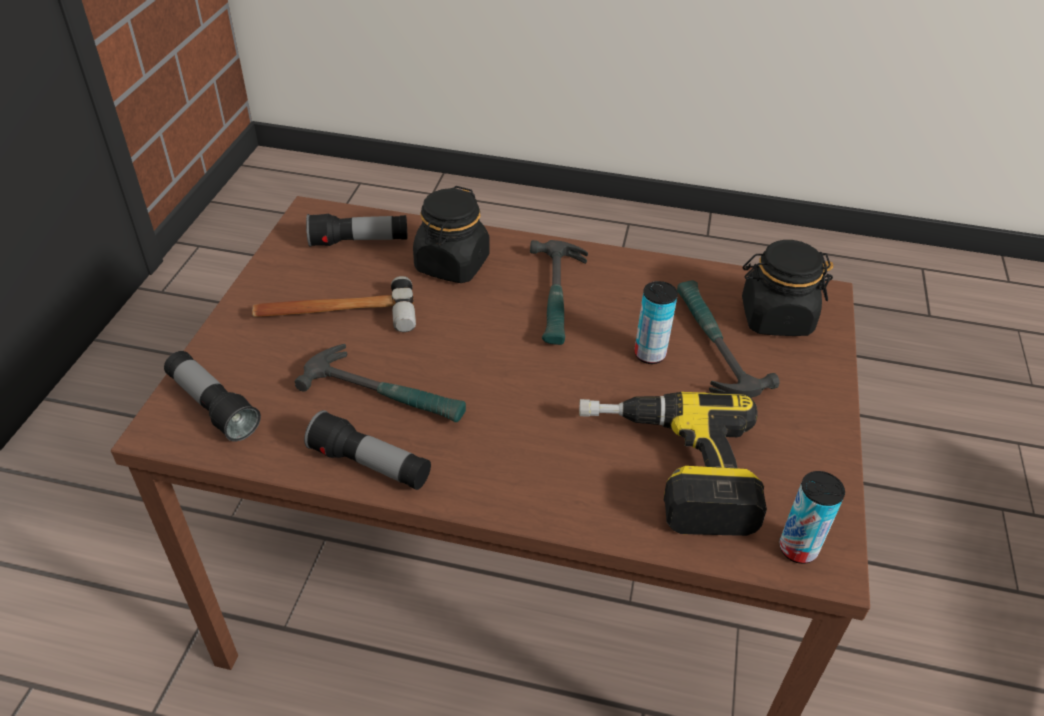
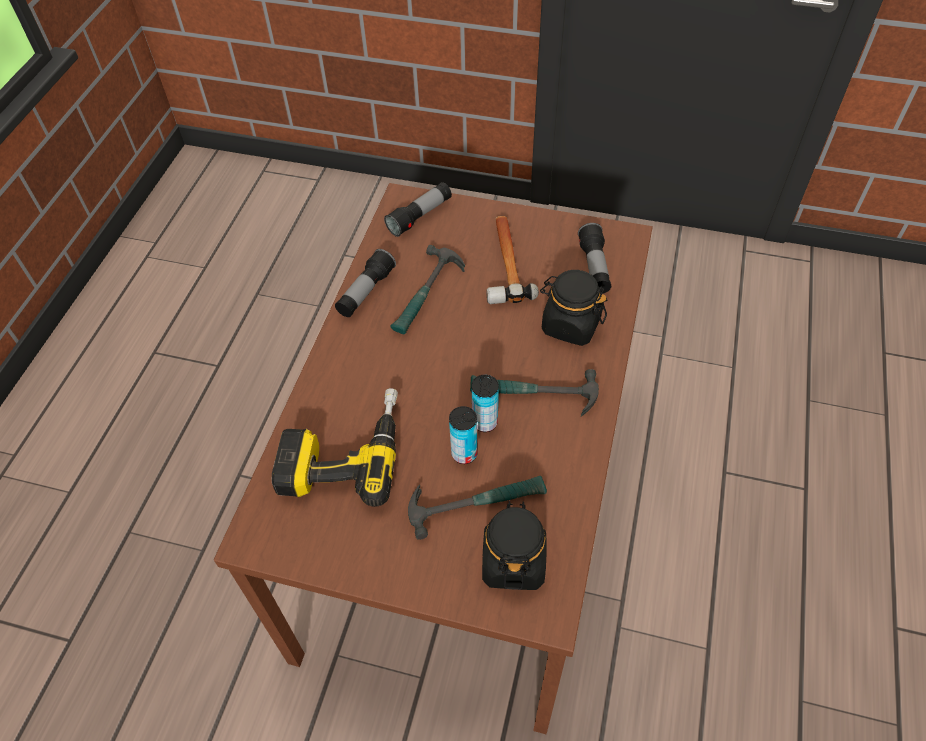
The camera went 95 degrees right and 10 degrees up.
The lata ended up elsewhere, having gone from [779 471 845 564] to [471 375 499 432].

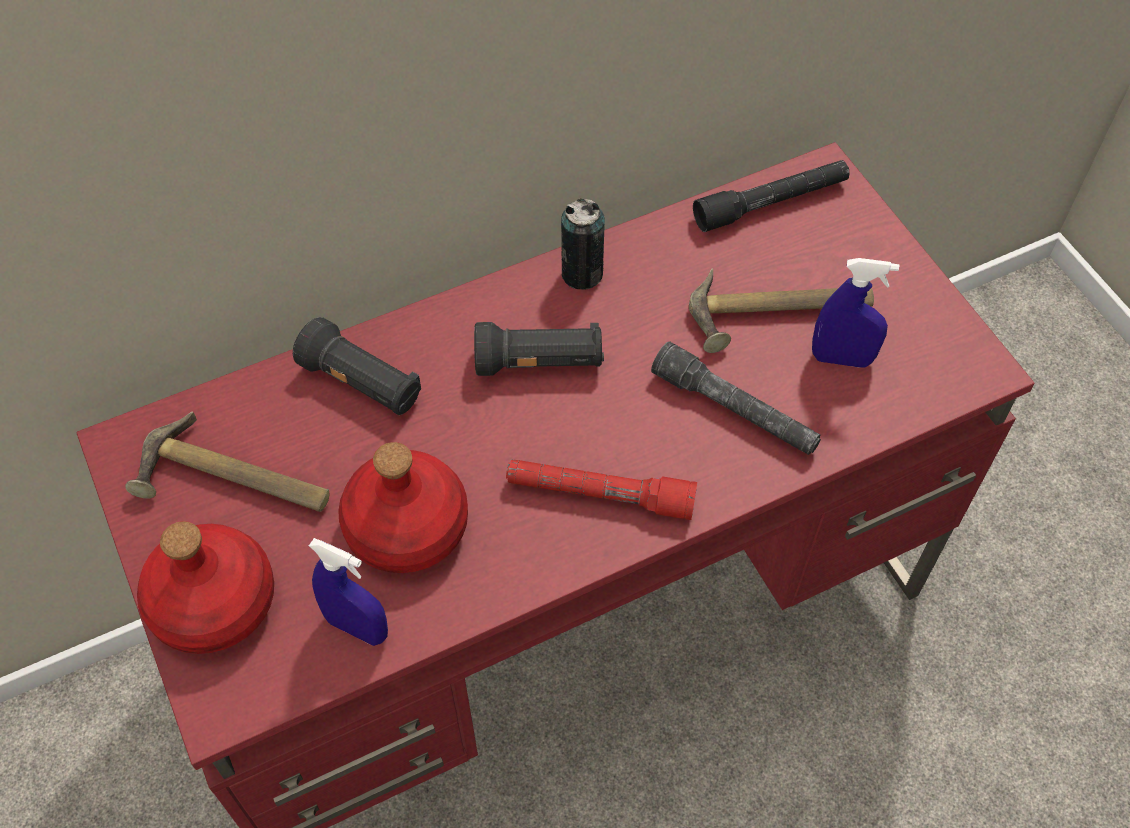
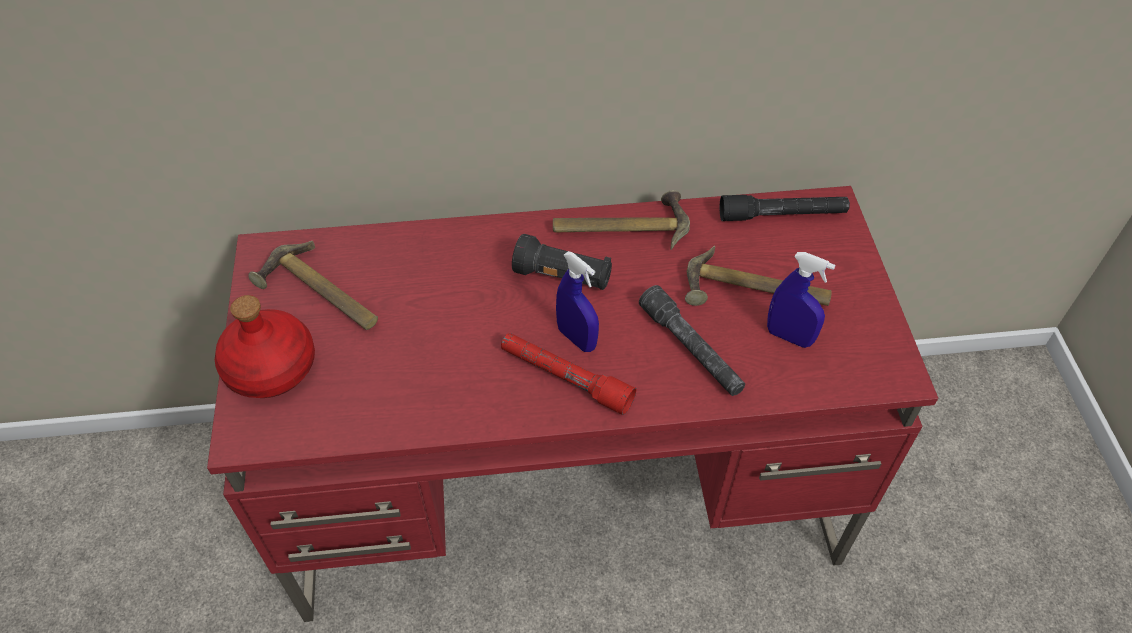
The camera went 20 degrees right and 5 degrees down.
Where the lata stood at [561 198 605 290], the martillo came to stand at [553 190 690 250].
The pulverizador/azul ended up elsewhere, having gone from [309 538 388 646] to [556 251 599 352].
The second view lost the linterna/negro at [293 317 421 415].
The second view lost the botella/rojo at [338 442 468 573].

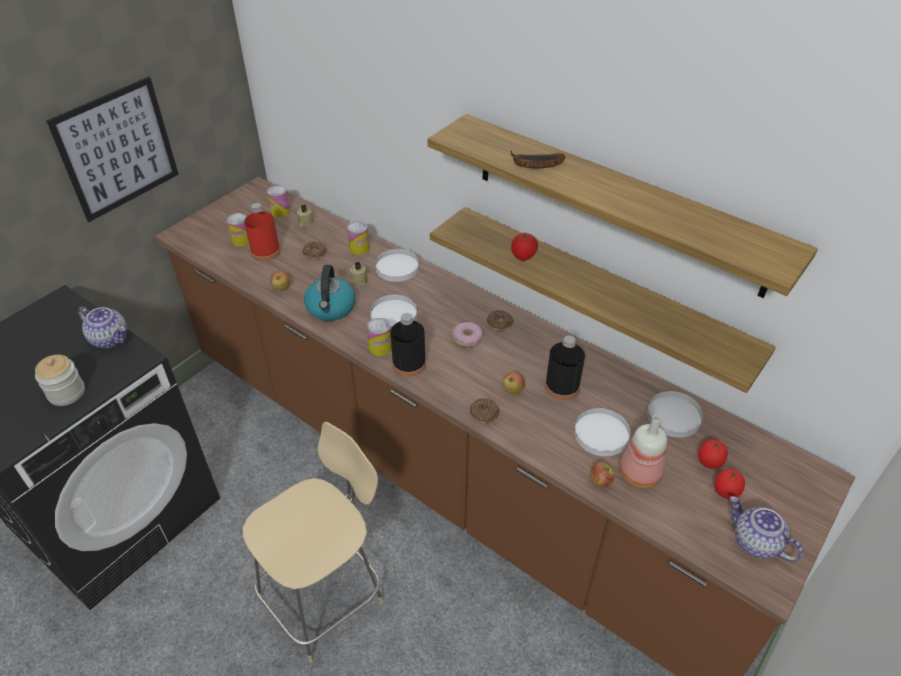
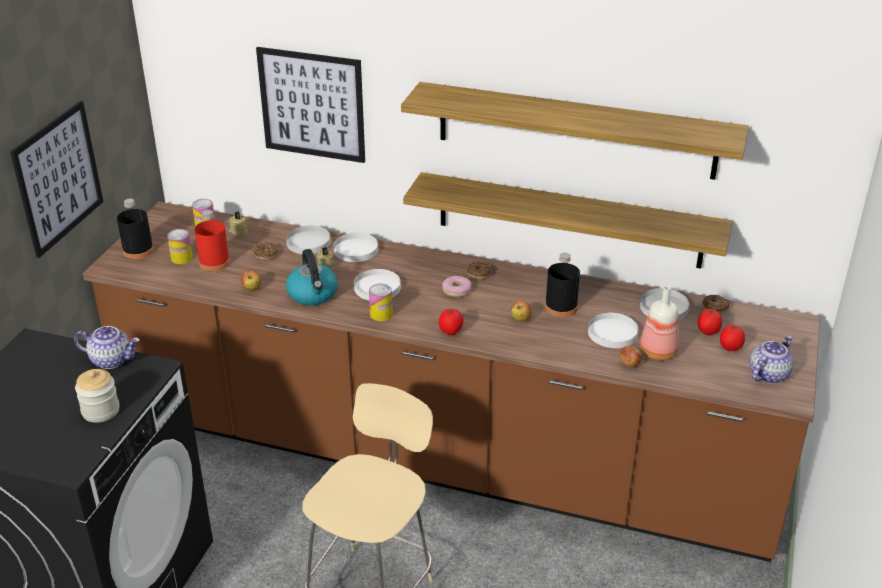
The camera went 20 degrees left and 10 degrees down.
The botella/negro ended up elsewhere, having gone from [390 313 426 377] to [117 199 154 259].
The second view gained the cuadro at [256 47 365 163].
Where the lata stood at [347 221 369 255], the plato/blanco came to stand at [286 226 331 254].
The tomate ended up elsewhere, having gone from [511 233 538 261] to [439 309 464 335].
The rosquilla ended up elsewhere, having gone from [470 398 499 423] to [702 295 729 313].
The tetera at [730 496 803 562] ended up facing another way, 105 degrees clockwise from before.
The second view lost the plátano at [511 150 565 168].

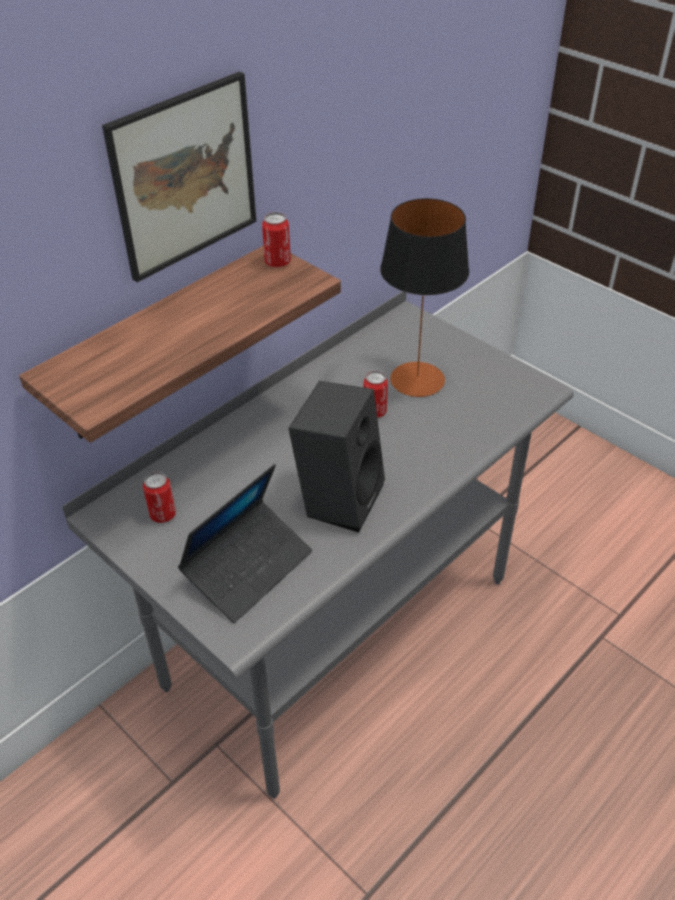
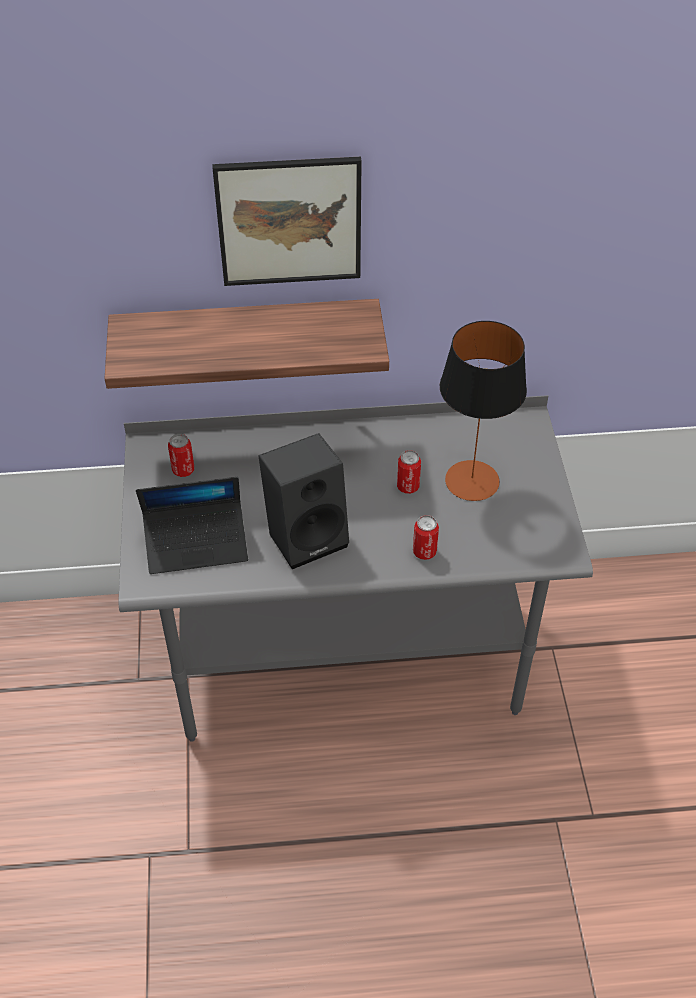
The camera went 40 degrees right and 5 degrees up.
The lata ended up elsewhere, having gone from [262 212 291 267] to [413 515 439 560].

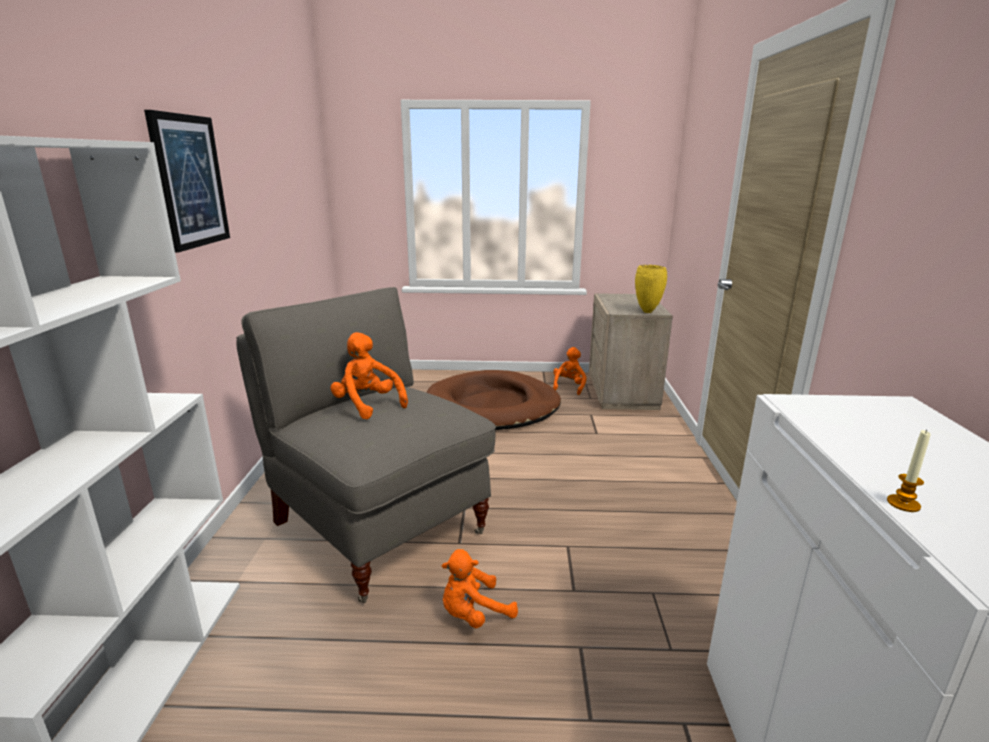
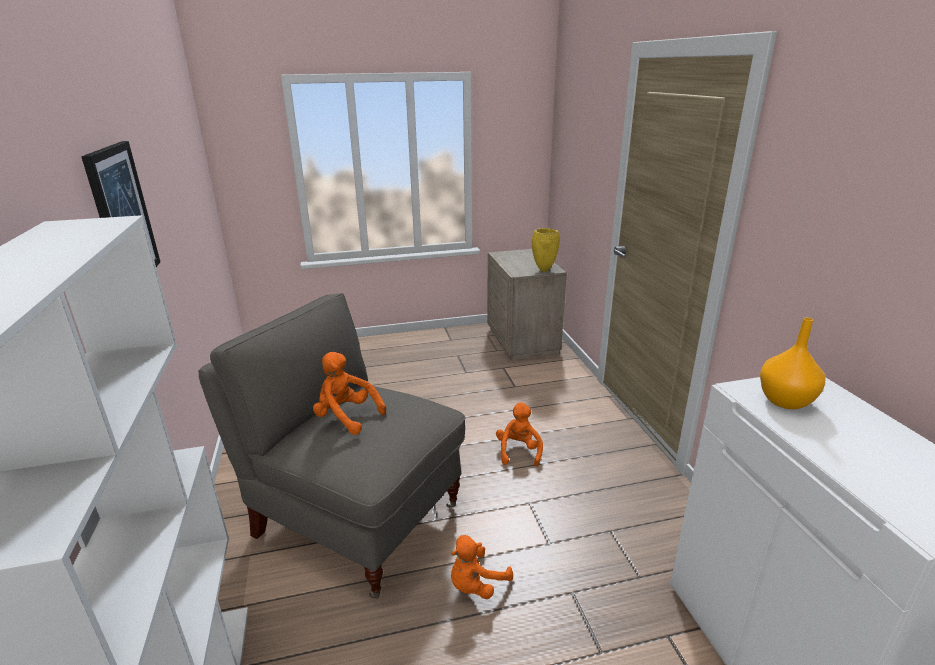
The camera went 15 degrees left and 5 degrees up.
The peluche/naranja ended up elsewhere, having gone from [553 347 586 395] to [496 402 543 467].
The second view gained the florero/naranja at [760 318 825 409].
The second view lost the cama para perro/marrón at [427 370 561 430].
The second view lost the vela at [887 429 931 512].

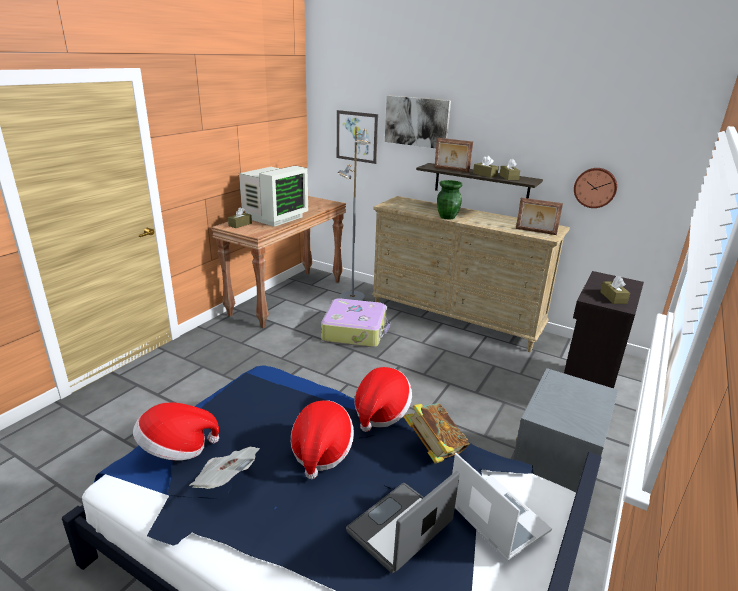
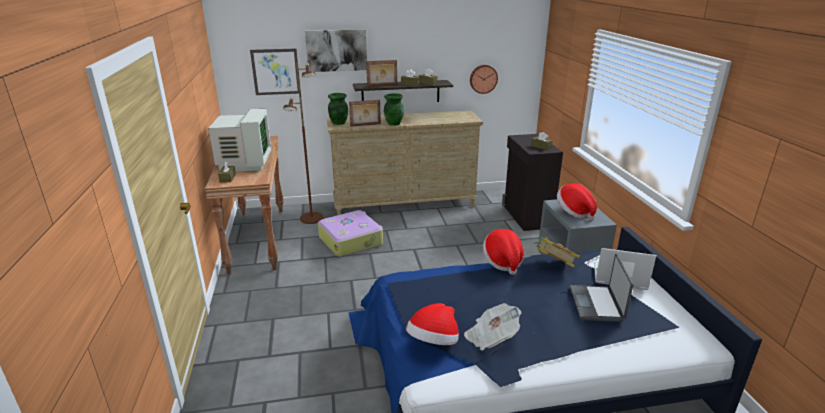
The camera went 40 degrees left and 0 degrees up.
What was the lámpara de pie/gris at [338 127 370 301] turned into the lámpara de pie/marrón at [283 63 324 224].
The second view gained the florero/verde at [328 93 348 125].
The portarretratos ended up elsewhere, having gone from [516 198 563 235] to [349 100 381 127].
The sombrero ended up elsewhere, having gone from [291 400 354 479] to [557 183 597 220].

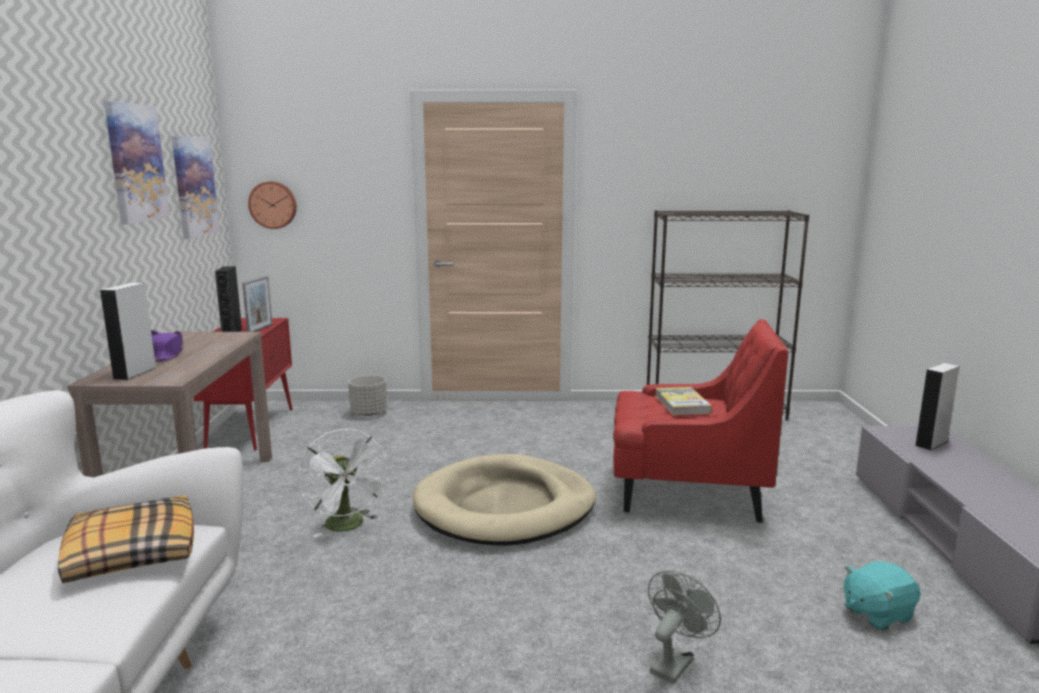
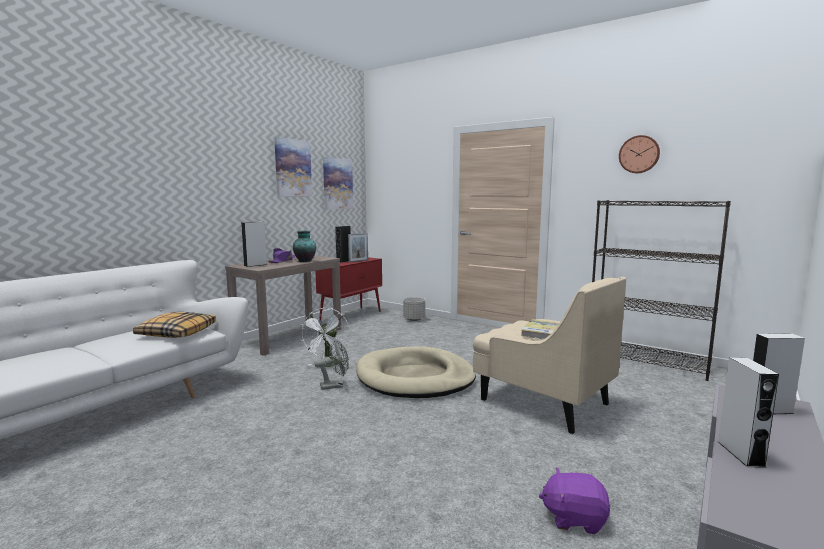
The camera went 35 degrees right and 5 degrees down.
The second view gained the florero at [293 231 316 262].
The ventilador/gris ended up elsewhere, having gone from [648 571 721 684] to [315 340 349 390].
What was the sillón/rojo at [613 319 788 523] turned into the sillón/beis at [473 277 626 434].
What was the peluche/turquesa at [844 561 921 631] turned into the peluche/morado at [539 468 610 534].
The reloj de pared ended up elsewhere, having gone from [248 181 297 229] to [619 135 660 173].
The second view gained the altavoz/gris at [718 357 779 468].

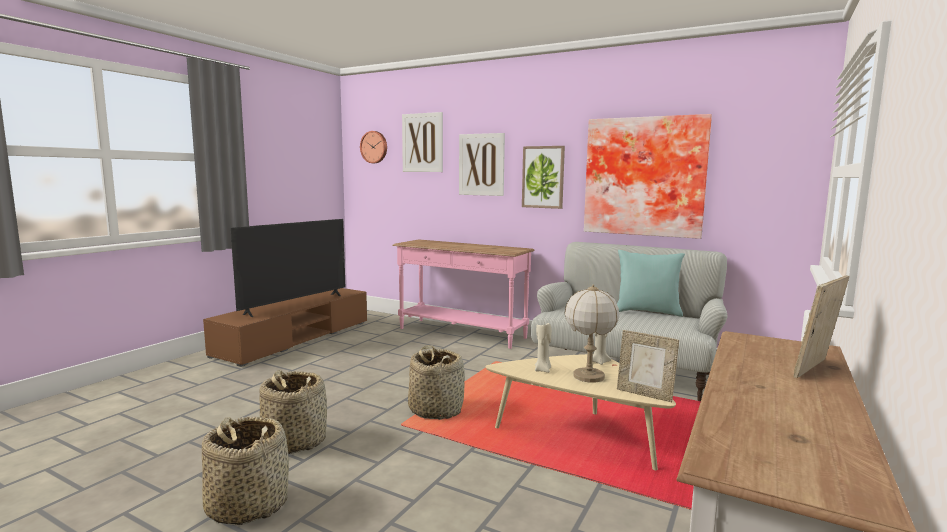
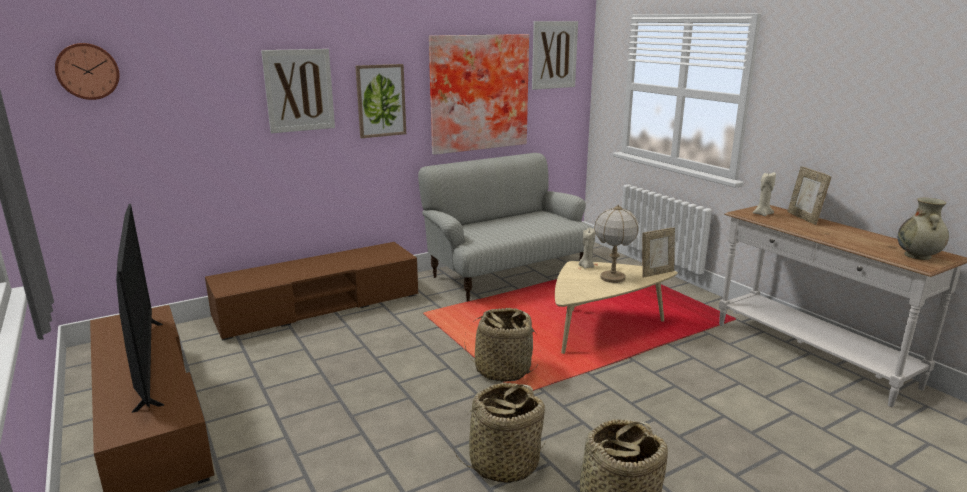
The camera went 60 degrees left and 10 degrees up.
Where the mesa consola/rosa stood at [392 239 535 349], the mueble de televisión/marrón came to stand at [205 242 418 341].
The cuadro ended up elsewhere, having gone from [402 112 443 172] to [532 21 578 90].
The vela/beis ended up elsewhere, having gone from [535 323 552 373] to [753 172 776 216].
The second view gained the florero/beis at [898 198 949 260].
The second view lost the cojín/turquesa at [617 250 685 317].

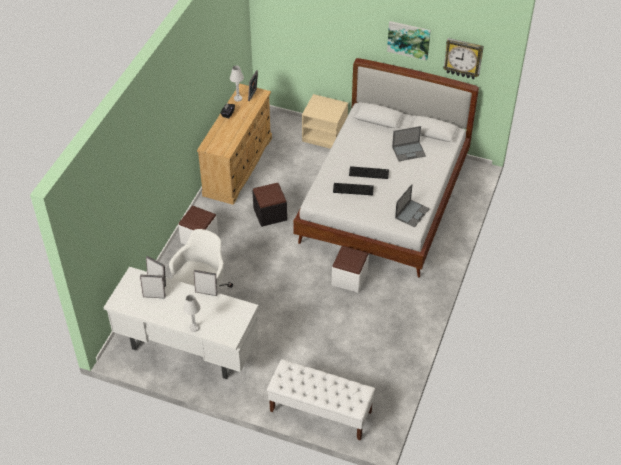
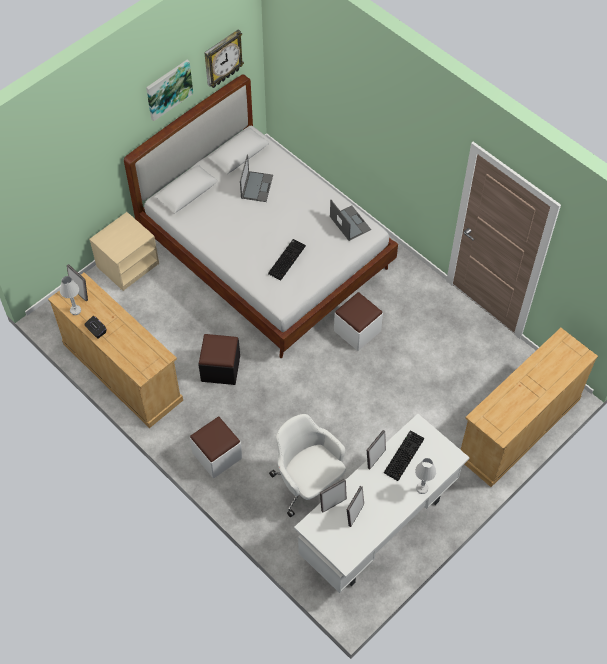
The camera went 65 degrees left and 10 degrees up.
The teclado ended up elsewhere, having gone from [349 166 389 179] to [384 430 424 481].
Where the banco/blanco stood at [267 359 375 441], the cómoda/beis came to stand at [461 328 598 487].

